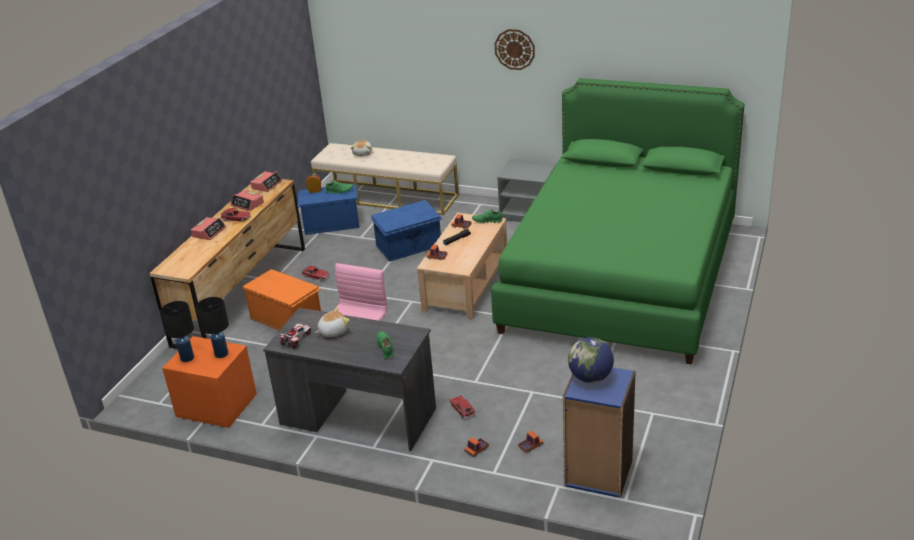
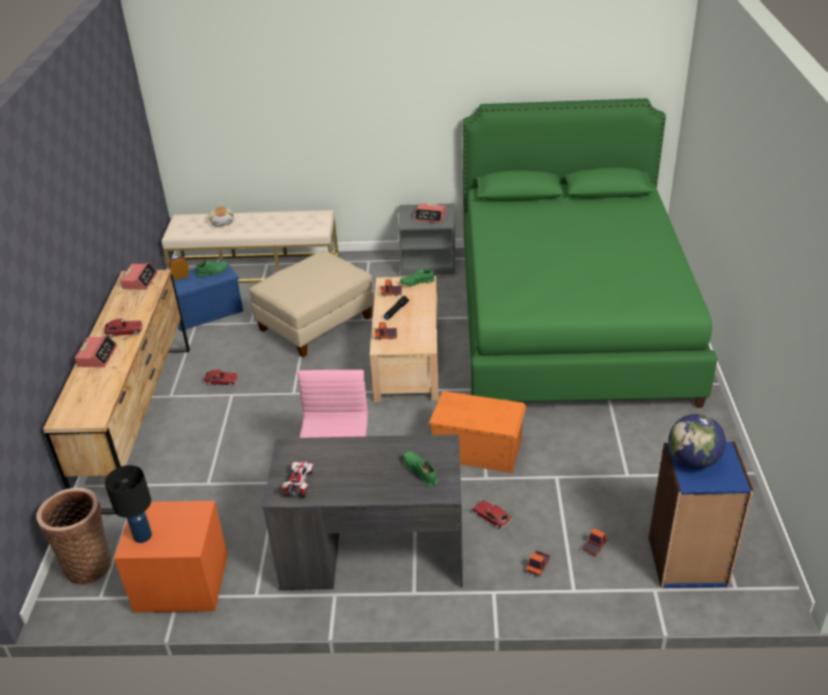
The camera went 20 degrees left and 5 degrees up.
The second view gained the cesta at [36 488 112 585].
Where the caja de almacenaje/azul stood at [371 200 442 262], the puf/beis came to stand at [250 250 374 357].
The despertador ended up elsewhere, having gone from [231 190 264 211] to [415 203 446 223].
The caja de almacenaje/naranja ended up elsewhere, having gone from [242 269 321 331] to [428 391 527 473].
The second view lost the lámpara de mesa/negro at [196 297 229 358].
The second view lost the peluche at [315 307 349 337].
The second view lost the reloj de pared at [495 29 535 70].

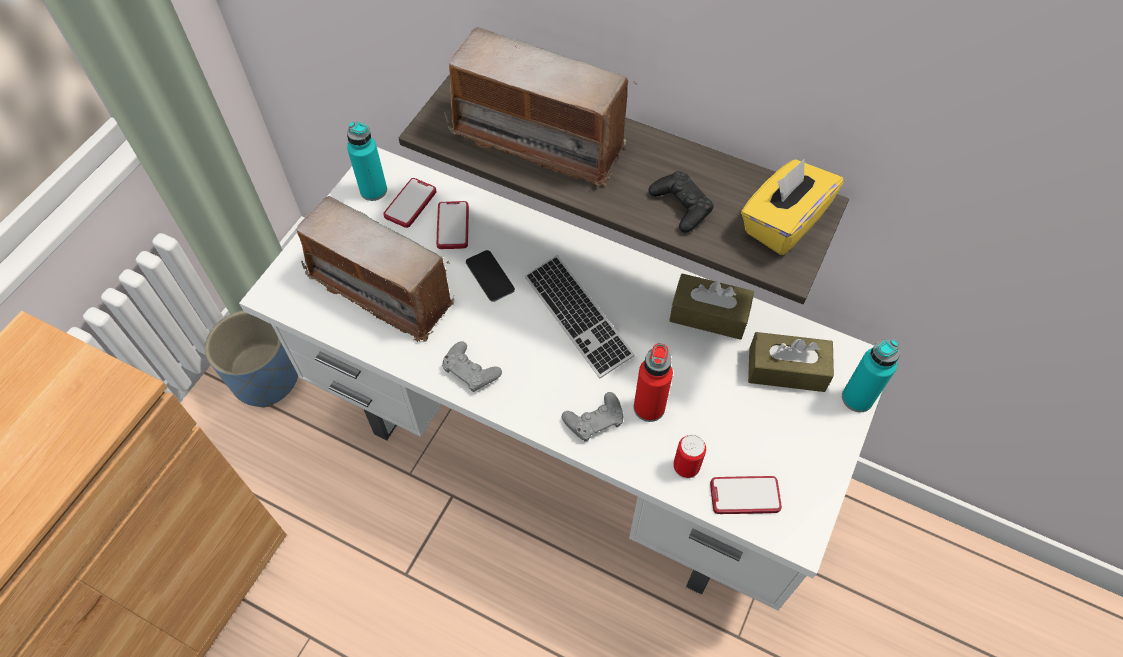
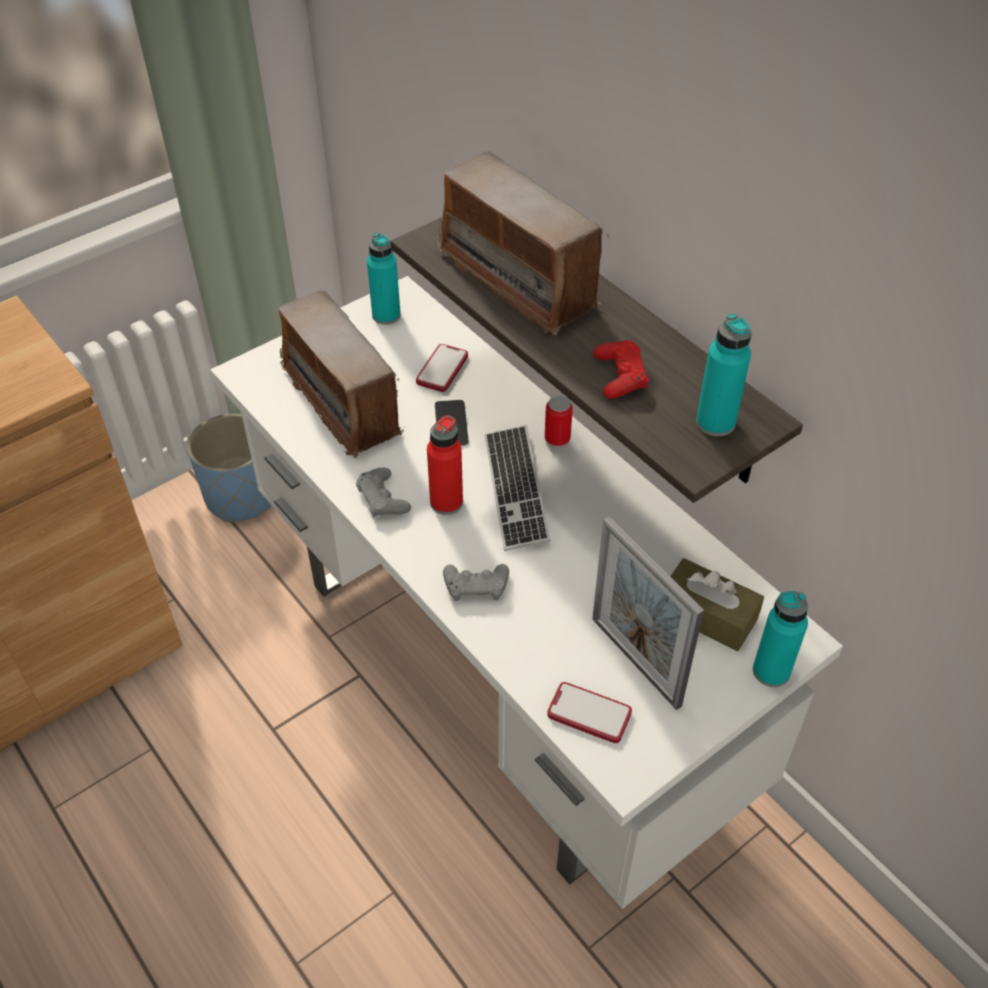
The camera went 25 degrees right and 10 degrees down.
The botella/rojo ended up elsewhere, having gone from [634 344 673 422] to [427 415 463 515].
The lata ended up elsewhere, having gone from [673 435 706 479] to [545 395 573 449].
The second view gained the portarretratos at [592 516 704 710].
What was the mando de consola/negro at [648 171 714 233] turned into the mando de consola/rojo at [593 340 649 399].
Where the caja de pañuelos/amarillo stood at [741 159 844 255], the botella/turquesa came to stand at [696 314 752 436].
The second view lost the móvil at [383 178 436 228].
The second view lost the caja de pañuelos/marrón at [669 274 754 340].

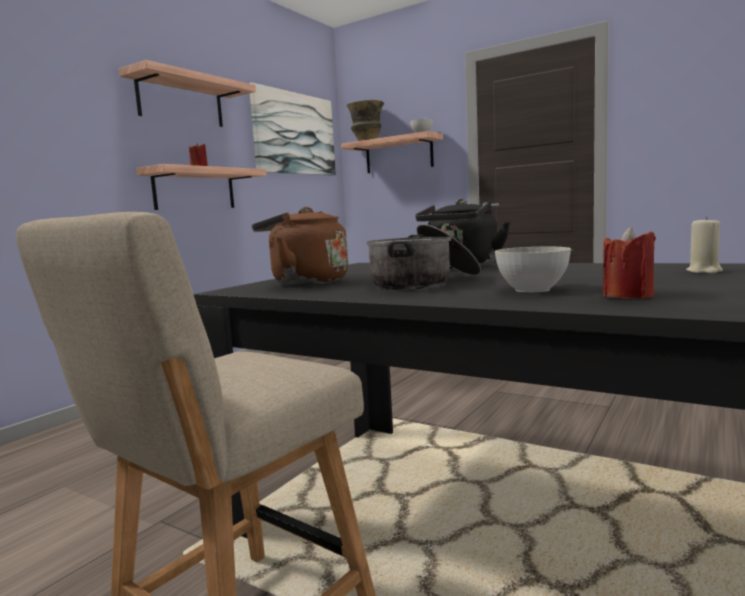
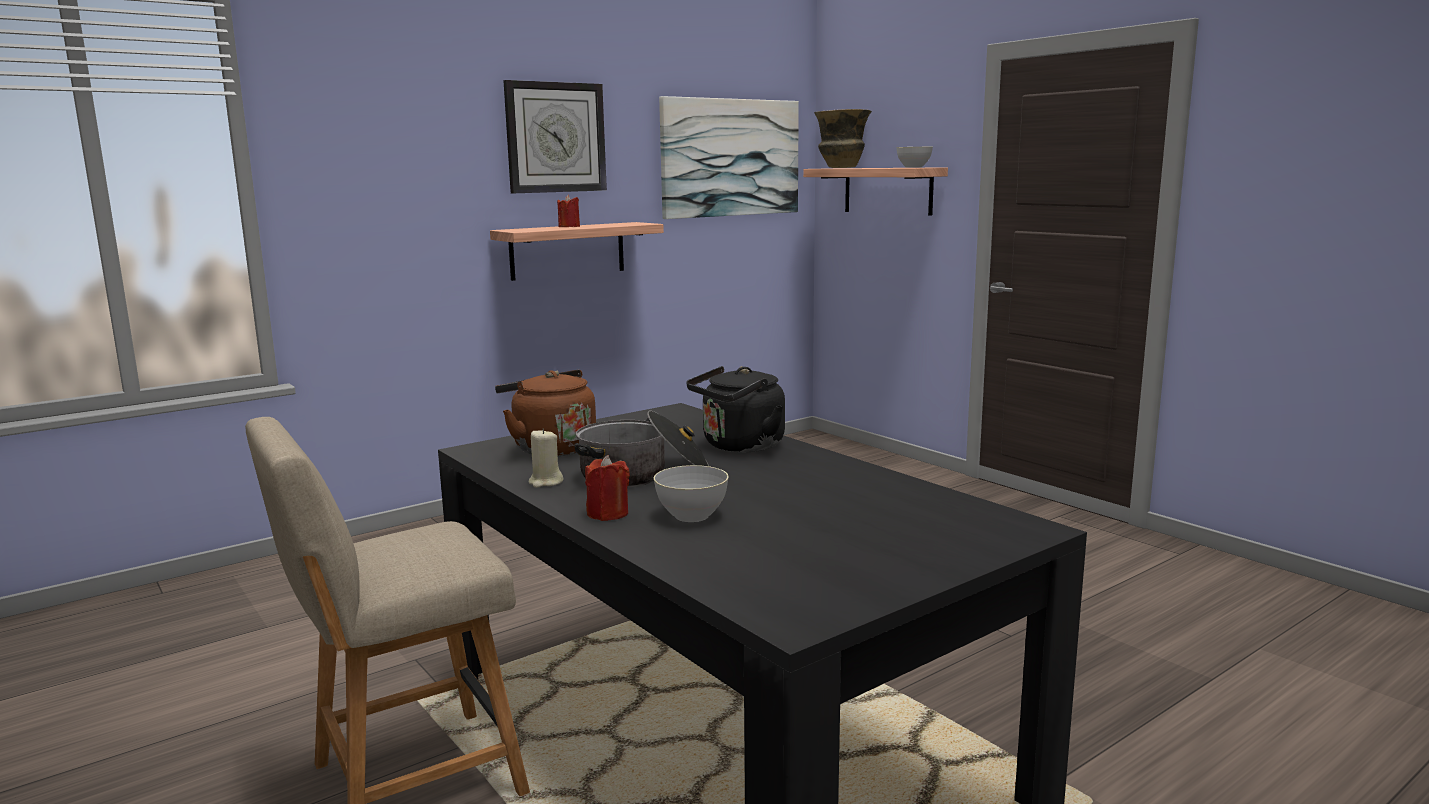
The camera went 20 degrees right and 5 degrees up.
Where the estante hung at [119 60 256 127], the reloj de pared came to hang at [503 80 607 193].
The vela/beis ended up elsewhere, having gone from [686 217 723 273] to [528 428 563 488].
The vela/rojo ended up elsewhere, having gone from [603 227 656 299] to [585 455 630 521].

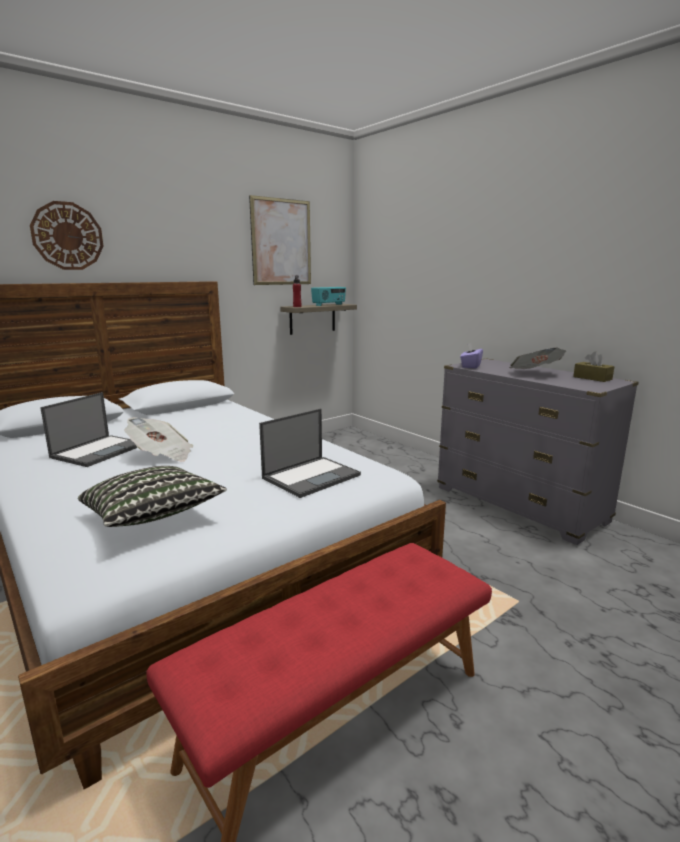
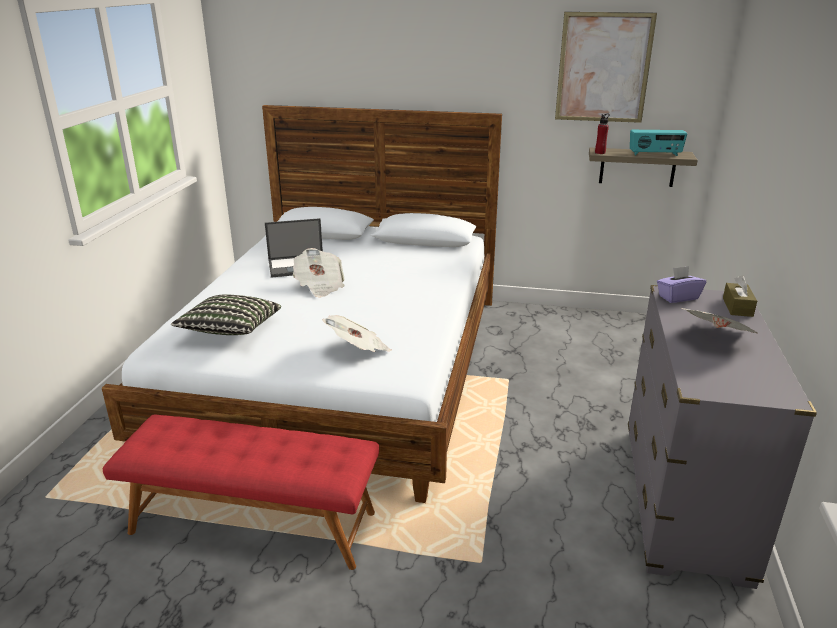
The camera went 50 degrees right and 10 degrees up.
Where the portátil stood at [259 409 361 498], the periódico came to stand at [322 315 391 352].
The caja de pañuelos/marrón ended up elsewhere, having gone from [573 352 614 382] to [723 275 757 317].
The second view lost the reloj de pared at [30 201 104 270].

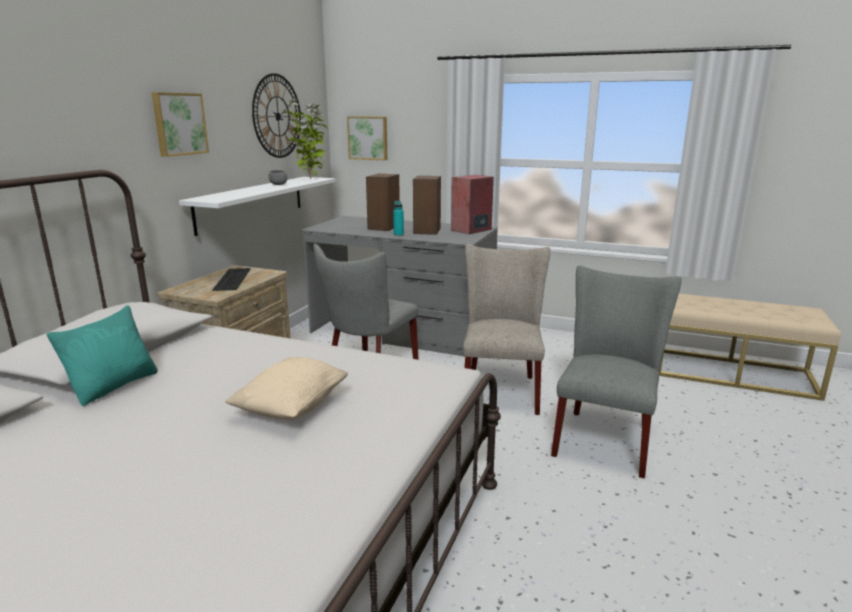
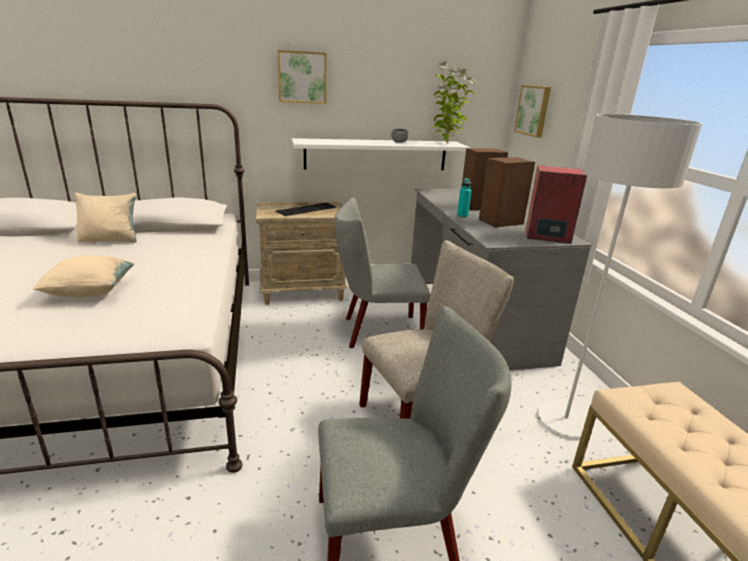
The camera went 55 degrees right and 5 degrees up.
What was the cojín/turquesa at [47 305 158 406] turned into the cojín/beis at [74 193 137 243].
The second view gained the lámpara de pie/gris at [538 114 703 437].
The second view lost the reloj de pared at [252 73 301 158].

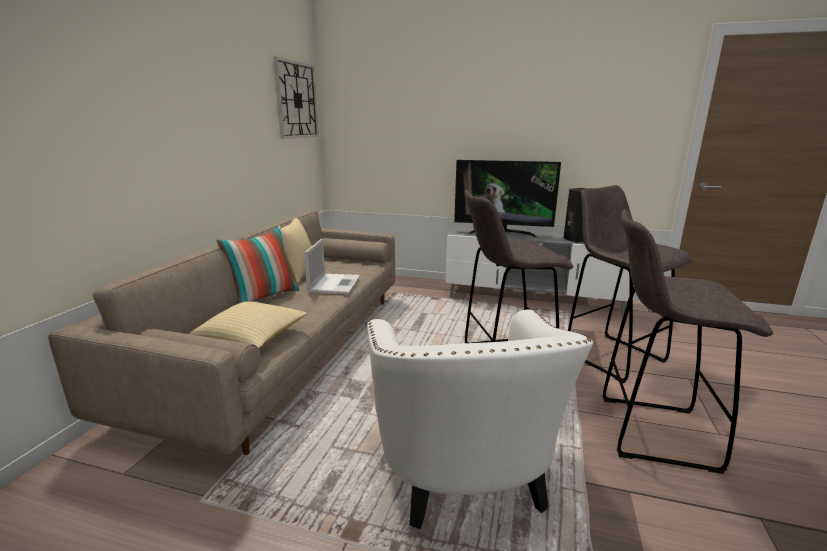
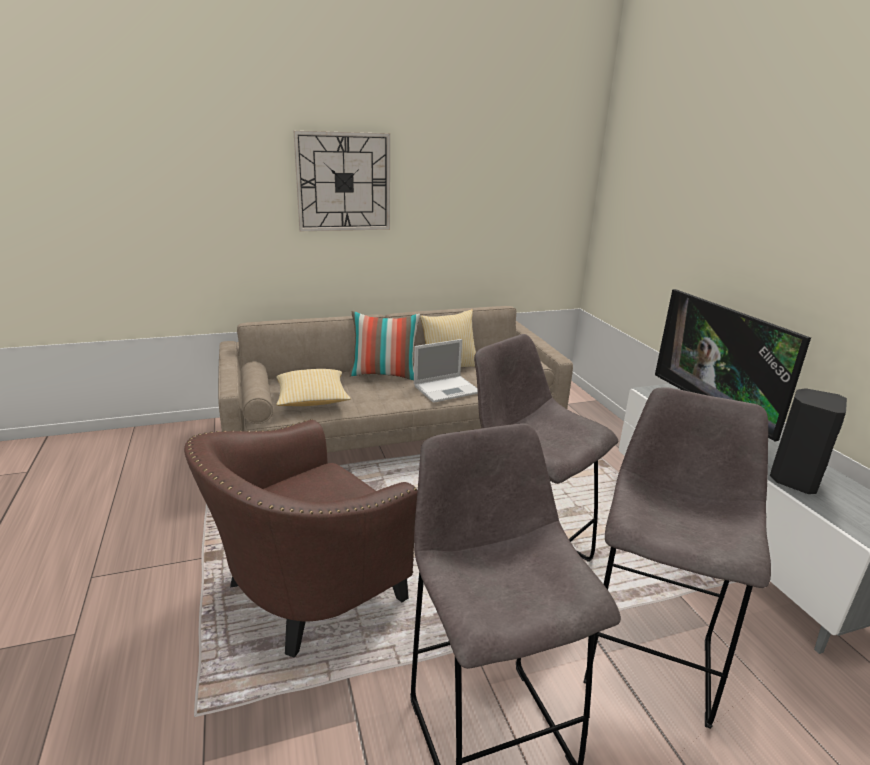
The camera went 55 degrees right and 5 degrees up.
What was the sillón/blanco at [367 309 593 529] turned into the sillón/marrón at [184 419 418 657].
The reloj de pared ended up elsewhere, having gone from [273 57 319 139] to [293 131 390 231].

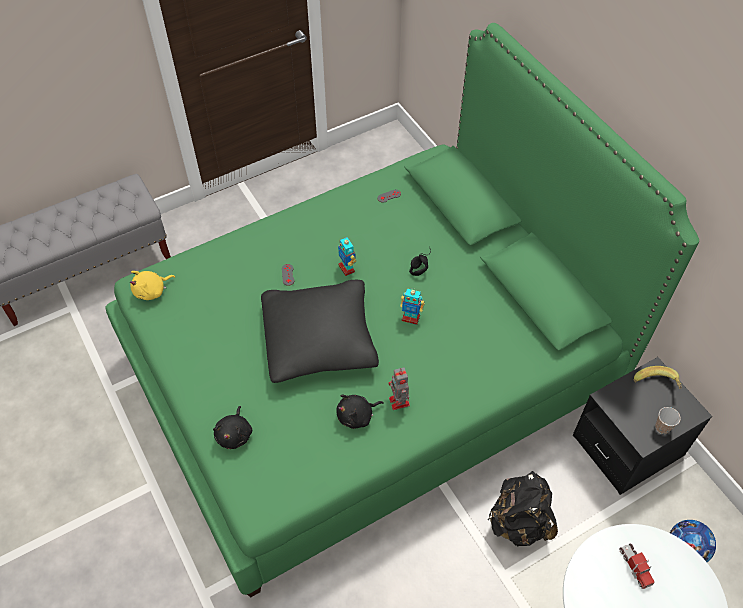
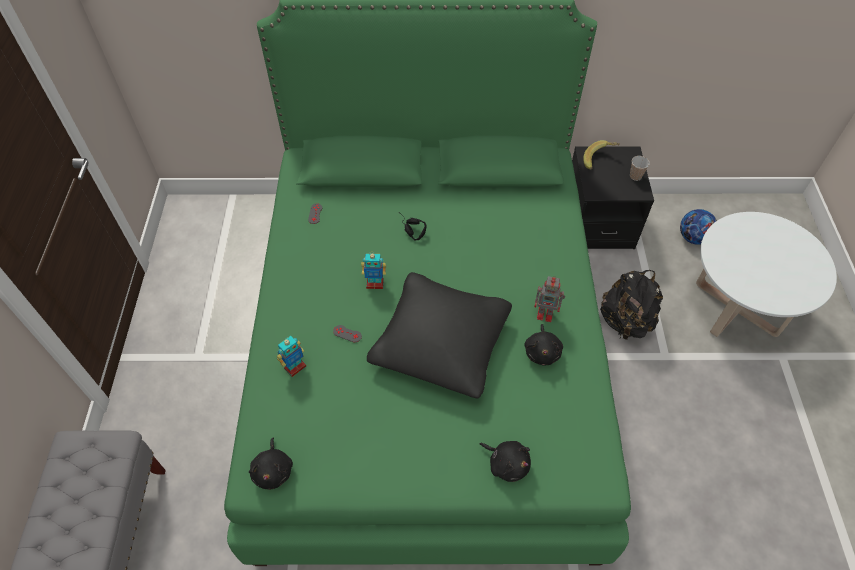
The camera went 60 degrees left and 0 degrees up.
What was the peluche/amarillo at [130 271 175 300] turned into the peluche/negro at [249 437 293 490].
The robot de juguete ended up elsewhere, having gone from [400 288 425 325] to [277 336 306 377].
The second view lost the camión de juguete at [619 544 655 589].

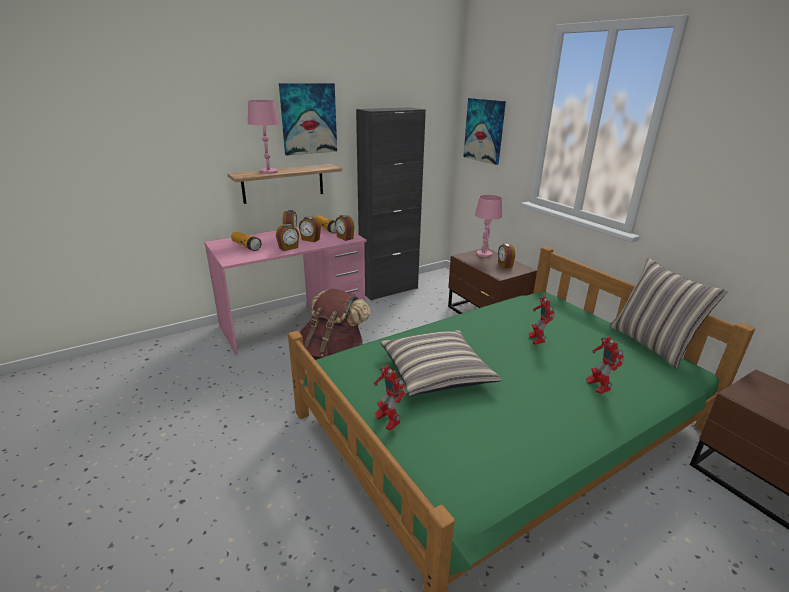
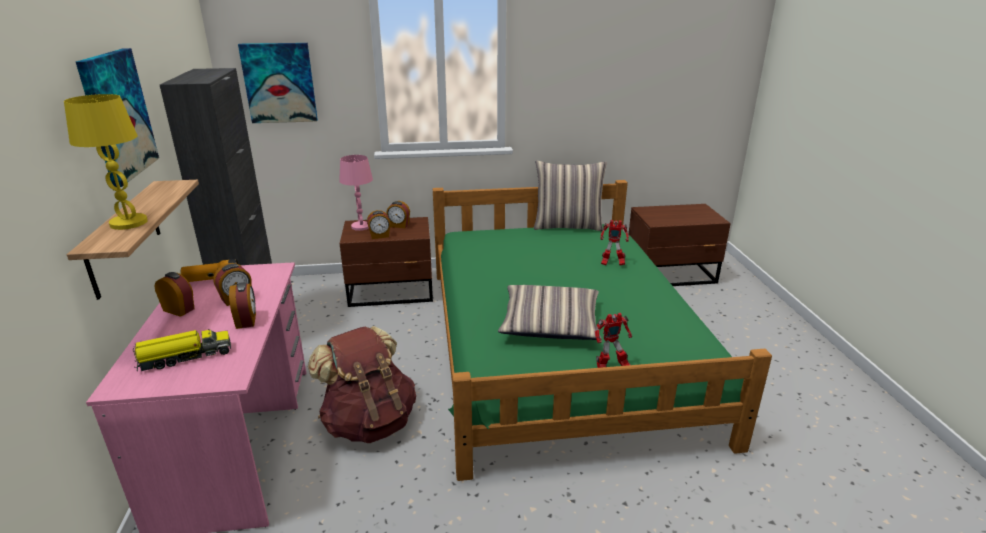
The camera went 65 degrees left and 0 degrees up.
What was the lámpara de mesa/rosa at [248 100 280 174] turned into the lámpara de mesa/amarillo at [64 94 148 230].
Where the linterna stood at [231 232 261 251], the camión de juguete came to stand at [133 329 231 371].
The despertador ended up elsewhere, having gone from [335 215 354 241] to [367 210 390 239].
The second view lost the robot de juguete at [529 296 555 345].

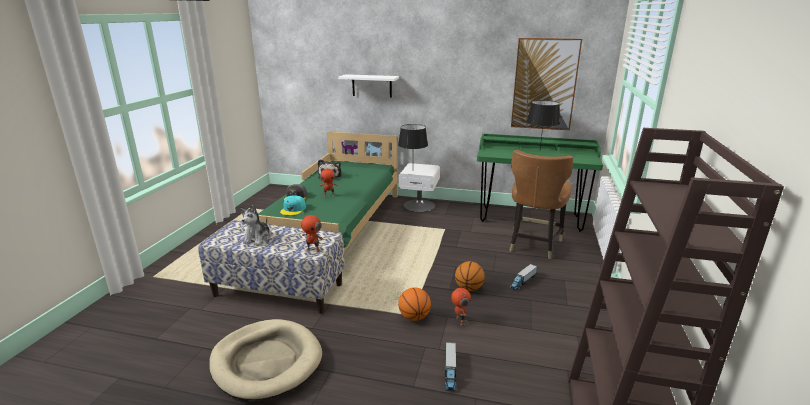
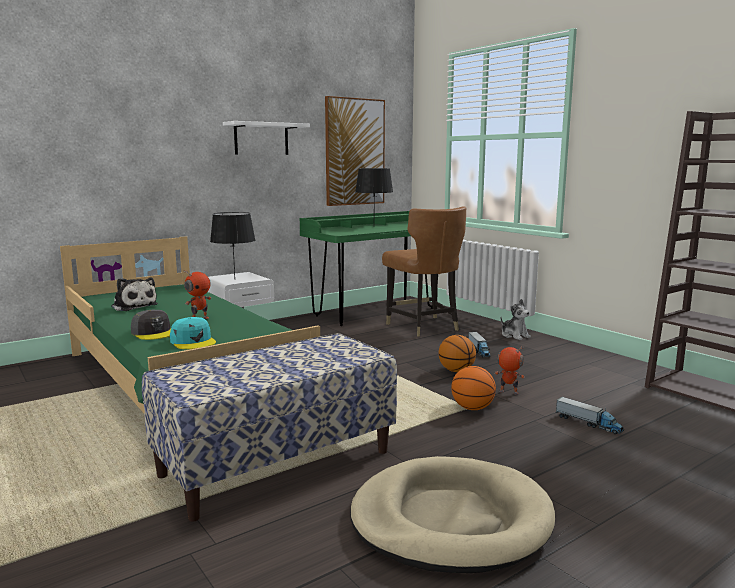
The camera went 50 degrees left and 10 degrees down.
The estante/blanco ended up elsewhere, having gone from [338 74 399 98] to [223 121 310 155].
The peluche ended up elsewhere, having gone from [241 205 271 246] to [501 299 531 340].
The second view lost the robot de juguete at [301 212 323 253].

